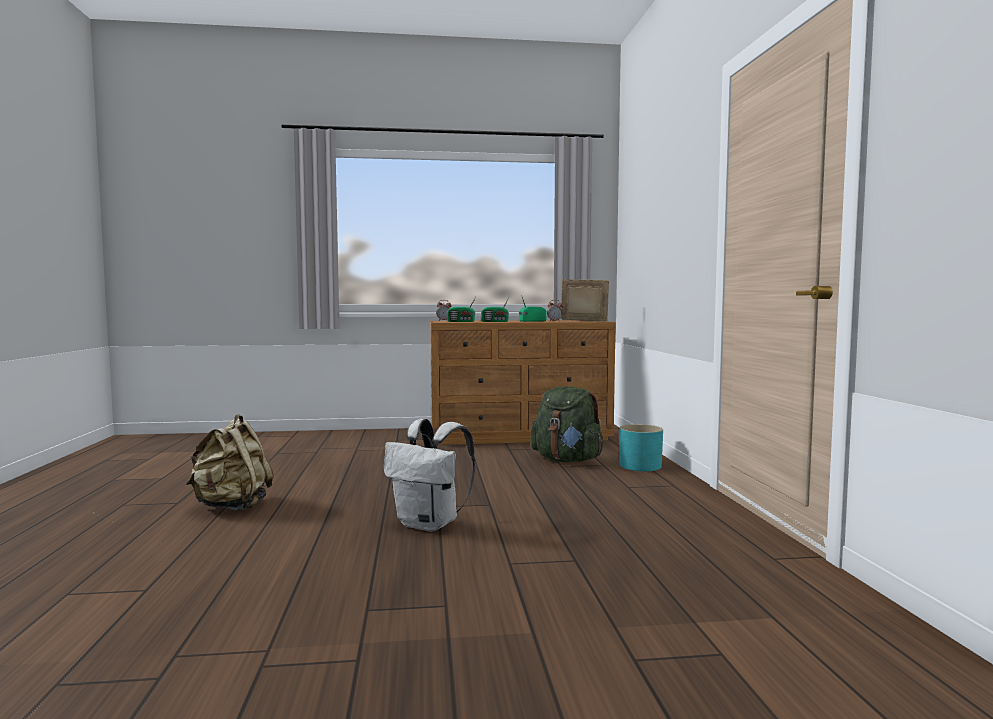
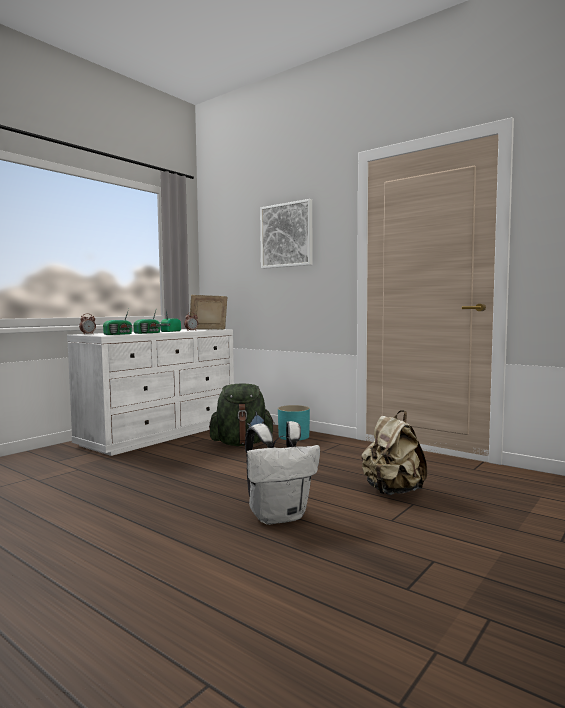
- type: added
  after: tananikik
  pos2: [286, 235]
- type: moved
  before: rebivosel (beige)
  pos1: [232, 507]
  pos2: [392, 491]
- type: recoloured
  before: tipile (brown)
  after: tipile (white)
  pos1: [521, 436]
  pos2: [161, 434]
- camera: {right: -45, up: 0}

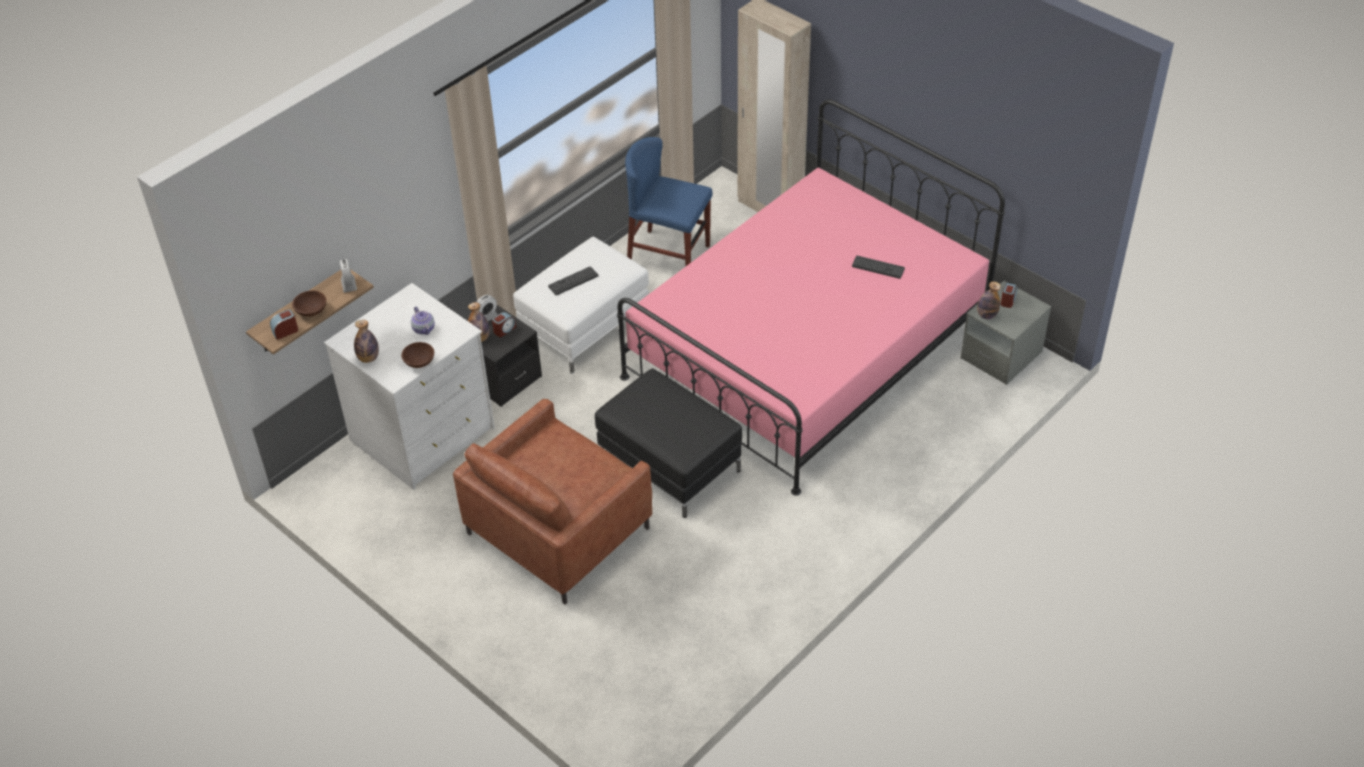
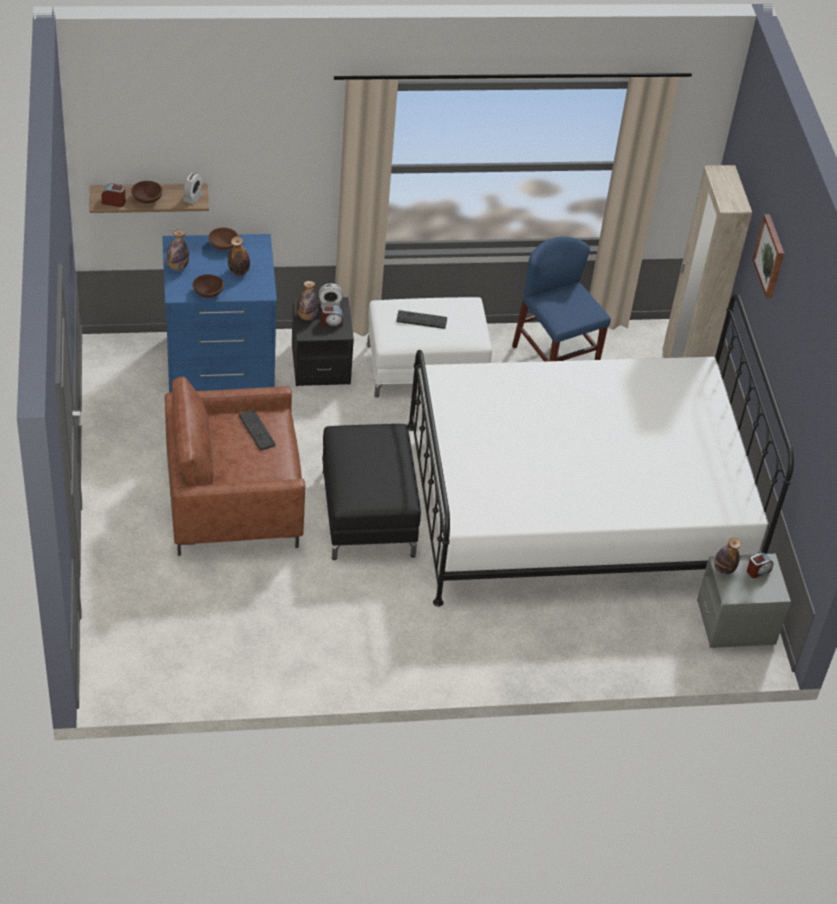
- type: added
  after: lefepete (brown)
  pos2: [223, 245]
- type: added
  after: tananikik
  pos2: [770, 256]
- type: moved
  before: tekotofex
  pos1: [878, 267]
  pos2: [257, 430]
- type: replaced
  before: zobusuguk
  after: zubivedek
  pos1: [424, 328]
  pos2: [239, 271]
- type: recoloured
  before: tipile (white)
  after: tipile (blue)
  pos1: [423, 435]
  pos2: [219, 368]
- type: recoloured
  before: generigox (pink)
  after: generigox (white)
  pos1: [806, 350]
  pos2: [576, 505]
- camera: {right: 35, up: 0}

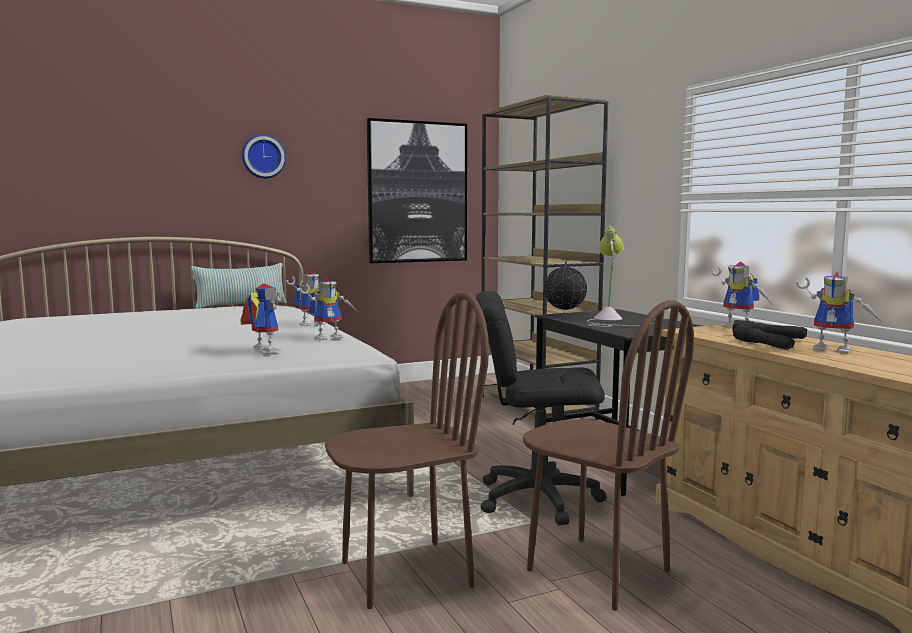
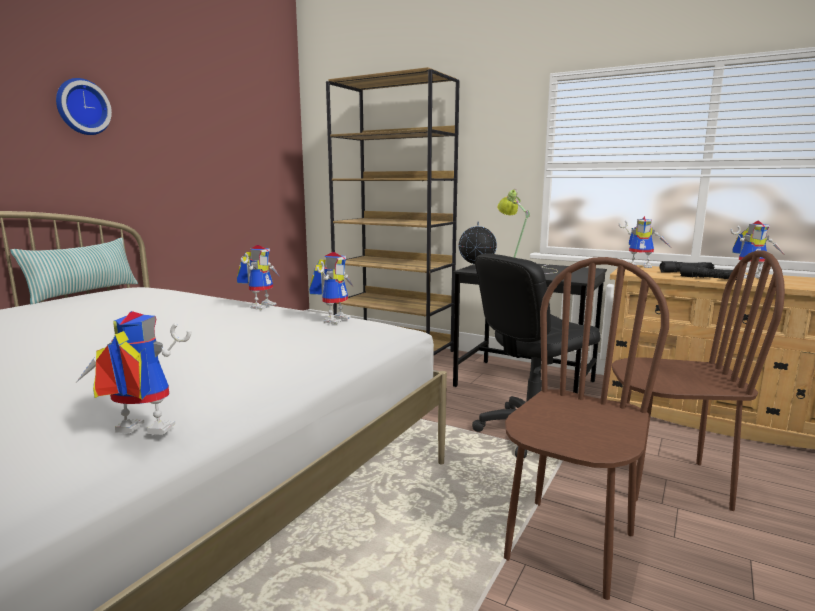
- type: removed
  before: tananikik
  pos1: [417, 192]
- type: moved
  before: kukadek
  pos1: [261, 350]
  pos2: [136, 433]
- camera: {right: -35, up: 5}

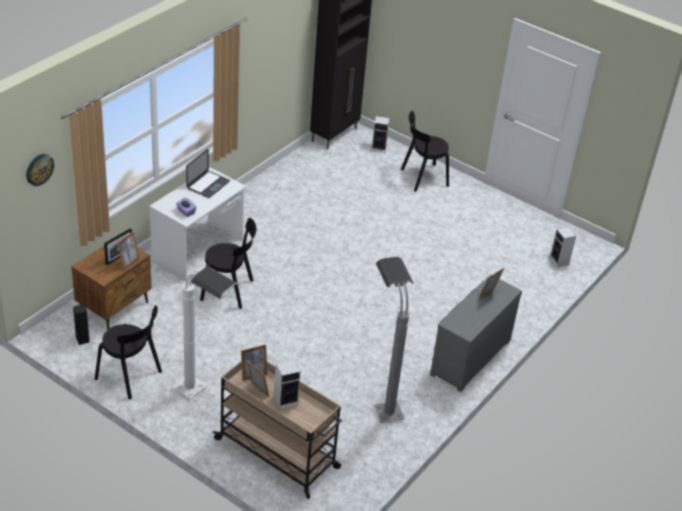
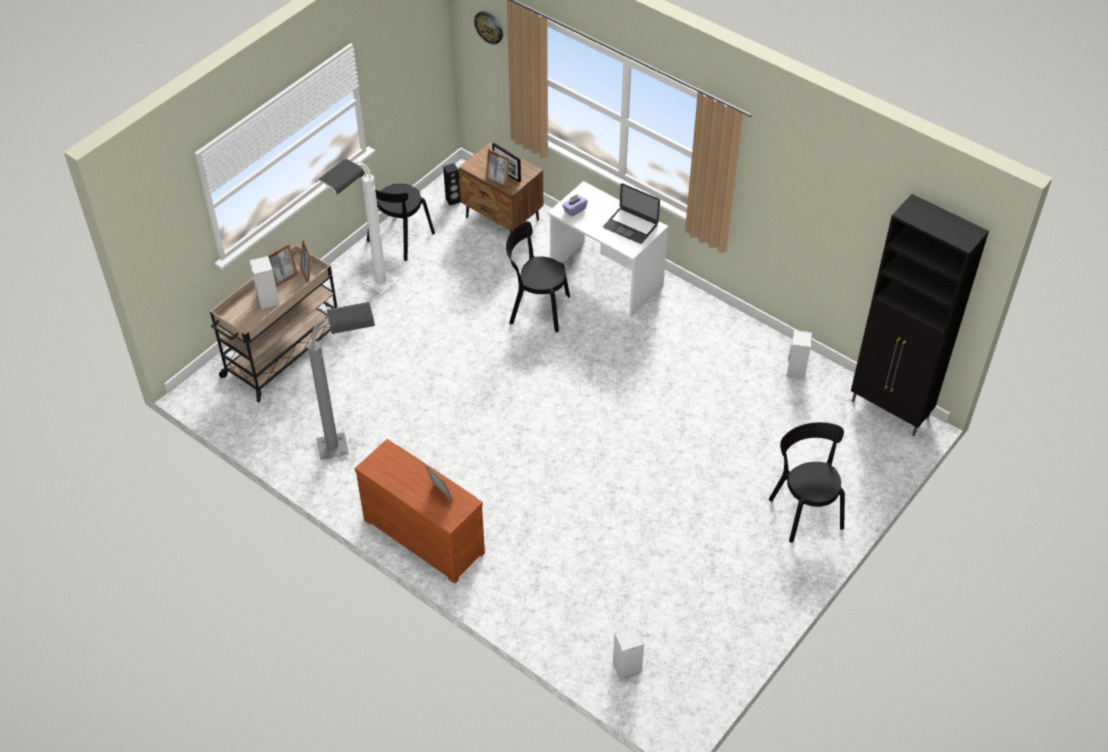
- type: moved
  before: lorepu
  pos1: [379, 148]
  pos2: [796, 371]
- type: recoloured
  before: tipile (grey)
  after: tipile (brown)
  pos1: [468, 356]
  pos2: [426, 534]
- type: turned
  before: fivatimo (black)
  pos1: [230, 291]
  pos2: [536, 308]
  turn: 90
- camera: {right: 95, up: 10}

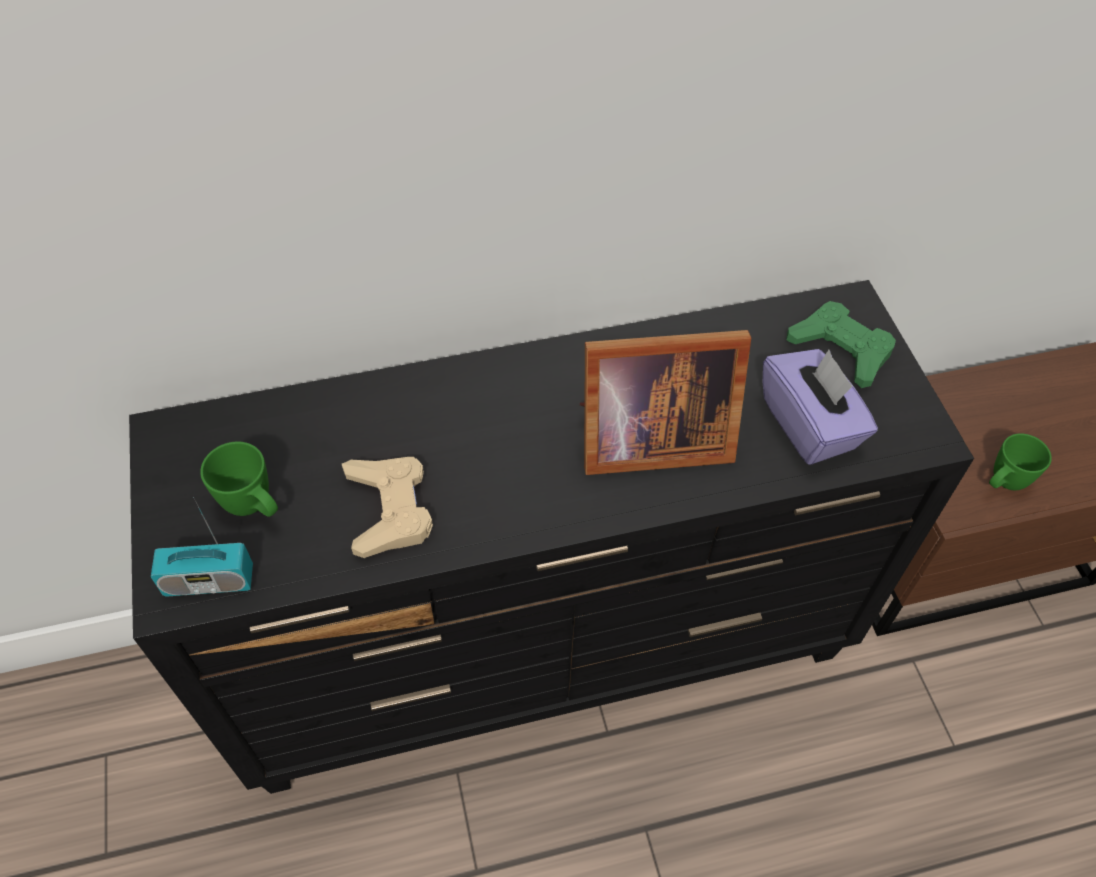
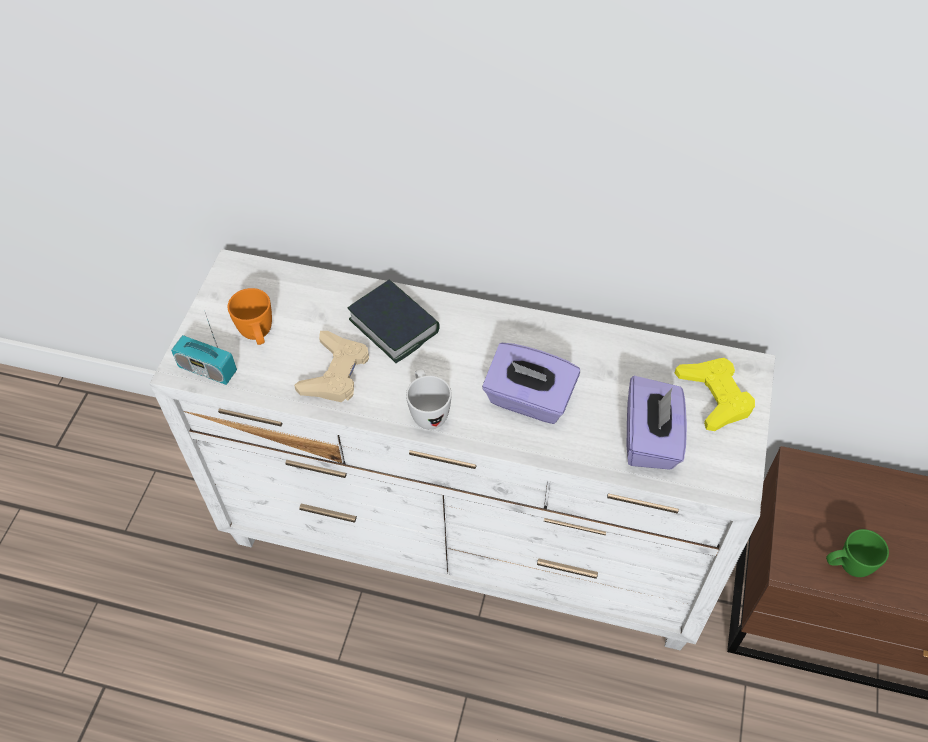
- type: added
  after: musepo
  pos2: [394, 325]
- type: added
  after: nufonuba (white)
  pos2: [428, 411]
- type: replaced
  before: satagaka
  after: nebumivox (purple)
  pos1: [647, 439]
  pos2: [529, 400]
- type: recoloured
  before: tipile (black)
  after: tipile (white)
  pos1: [546, 651]
  pos2: [468, 540]
- type: recoloured
  before: nufonuba (green)
  after: nufonuba (orange)
  pos1: [254, 507]
  pos2: [258, 336]
- type: recoloured
  before: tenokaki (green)
  after: tenokaki (yellow)
  pos1: [841, 349]
  pos2: [714, 397]
- camera: {right: 30, up: 0}

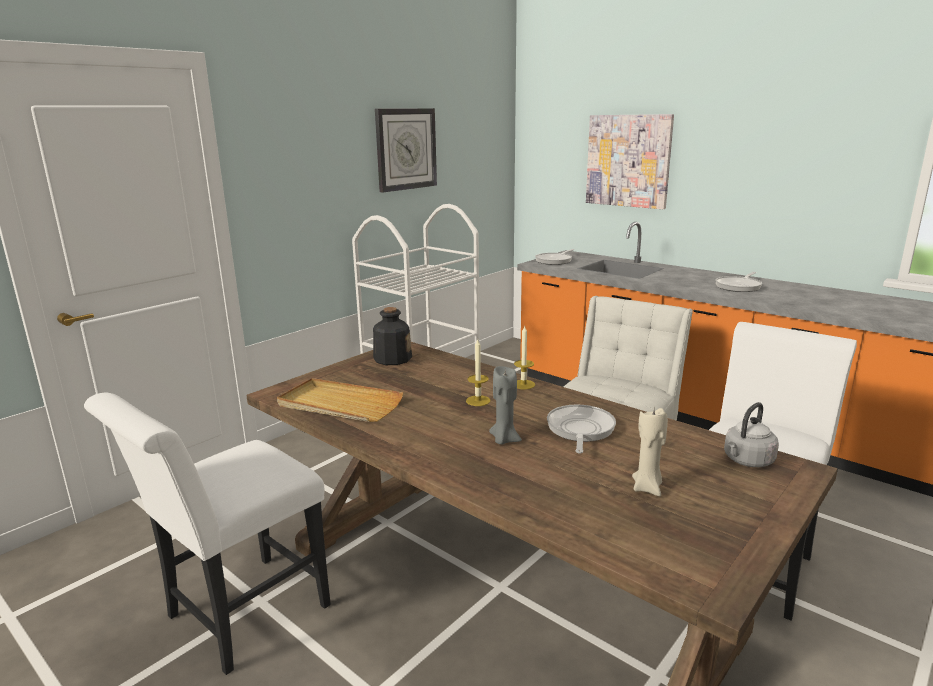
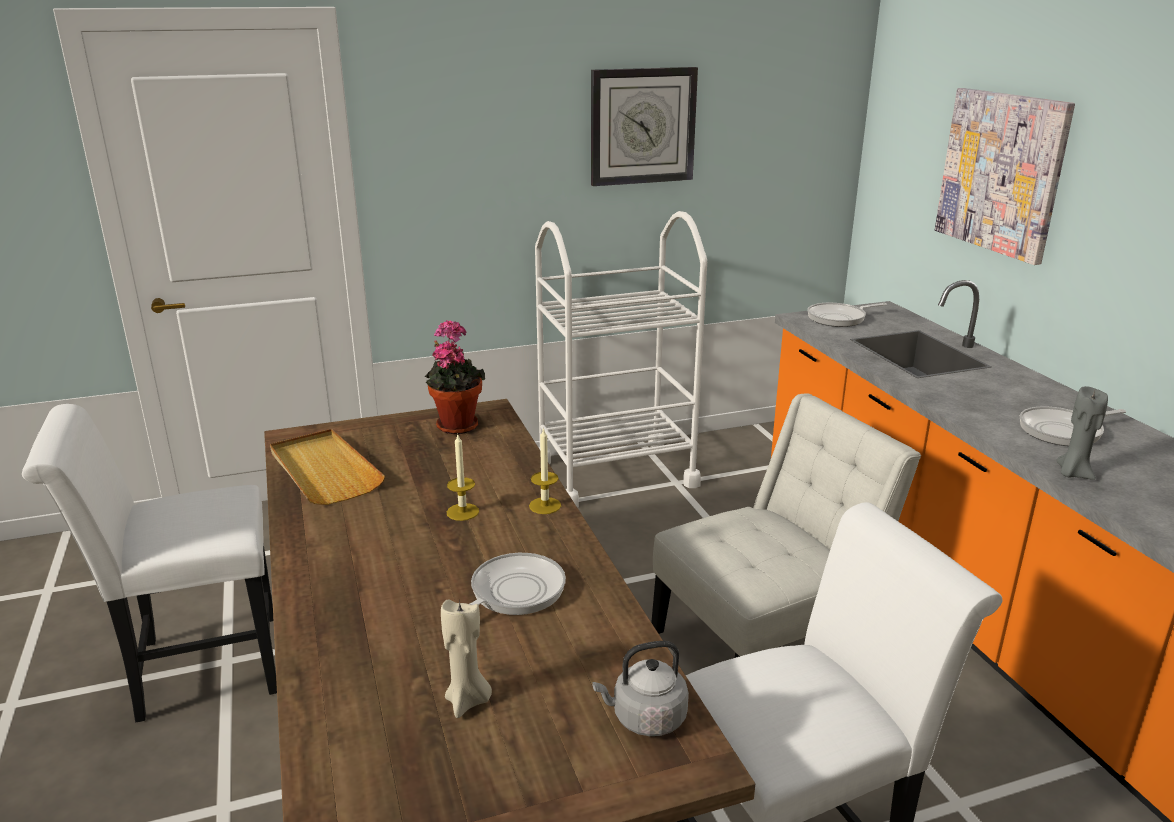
- type: moved
  before: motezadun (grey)
  pos1: [504, 440]
  pos2: [1072, 473]
- type: replaced
  before: zubivedek
  after: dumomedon
  pos1: [392, 359]
  pos2: [456, 424]
- camera: {right: 30, up: 5}

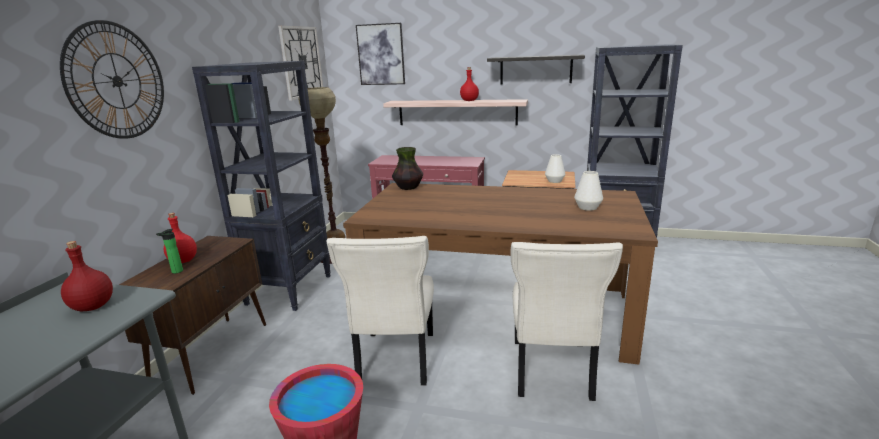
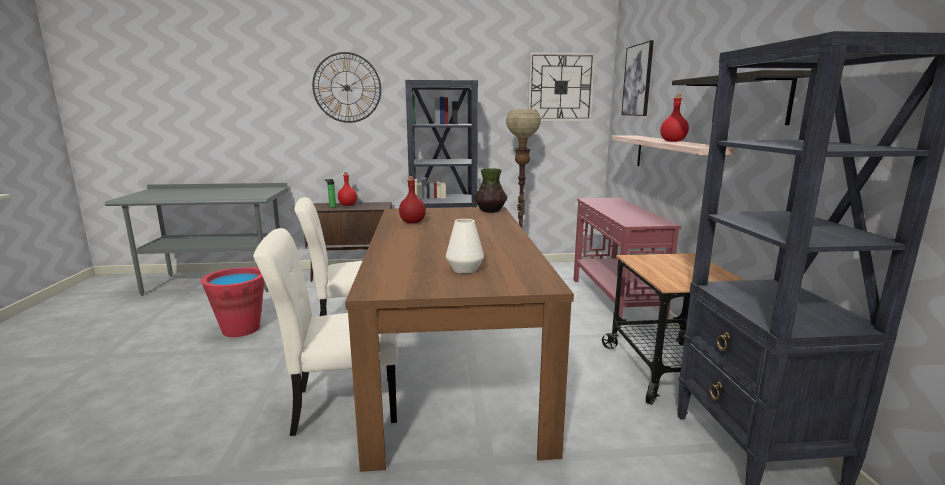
- type: removed
  before: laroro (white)
  pos1: [554, 181]
- type: moved
  before: zubivedek (red)
  pos1: [92, 307]
  pos2: [412, 222]
- camera: {right: 70, up: -5}

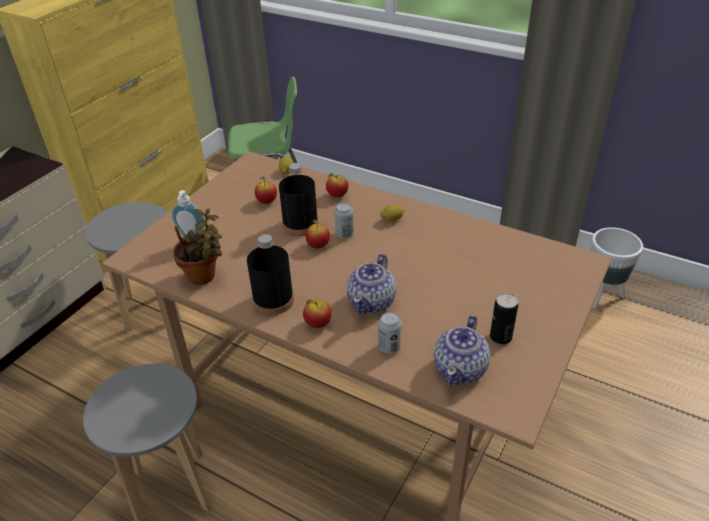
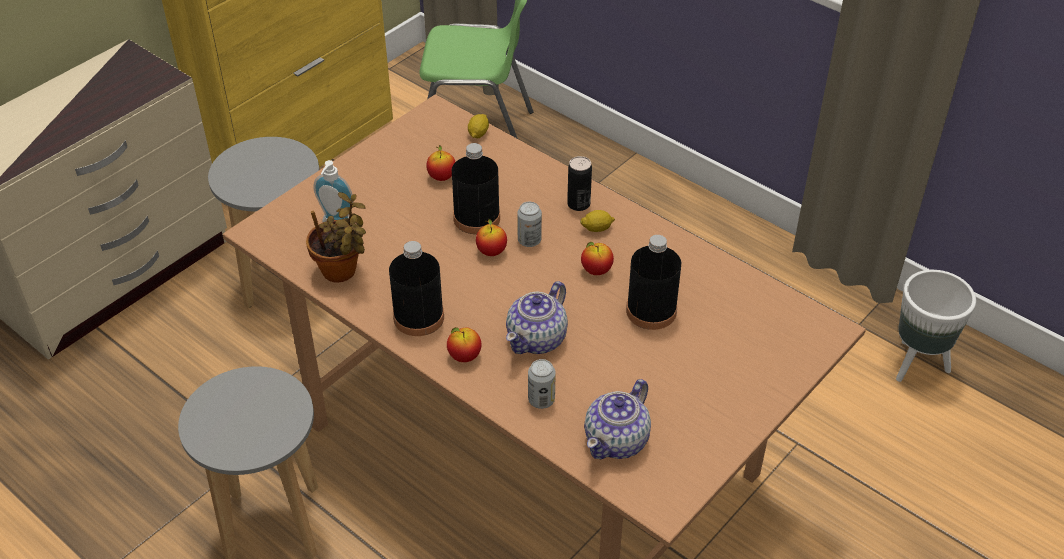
- type: added
  after: zubivedek (black)
  pos2: [651, 311]
- type: moved
  before: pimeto
  pos1: [337, 195]
  pos2: [596, 271]
- type: moved
  before: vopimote
  pos1: [500, 337]
  pos2: [578, 204]
- camera: {right: 10, up: 5}

